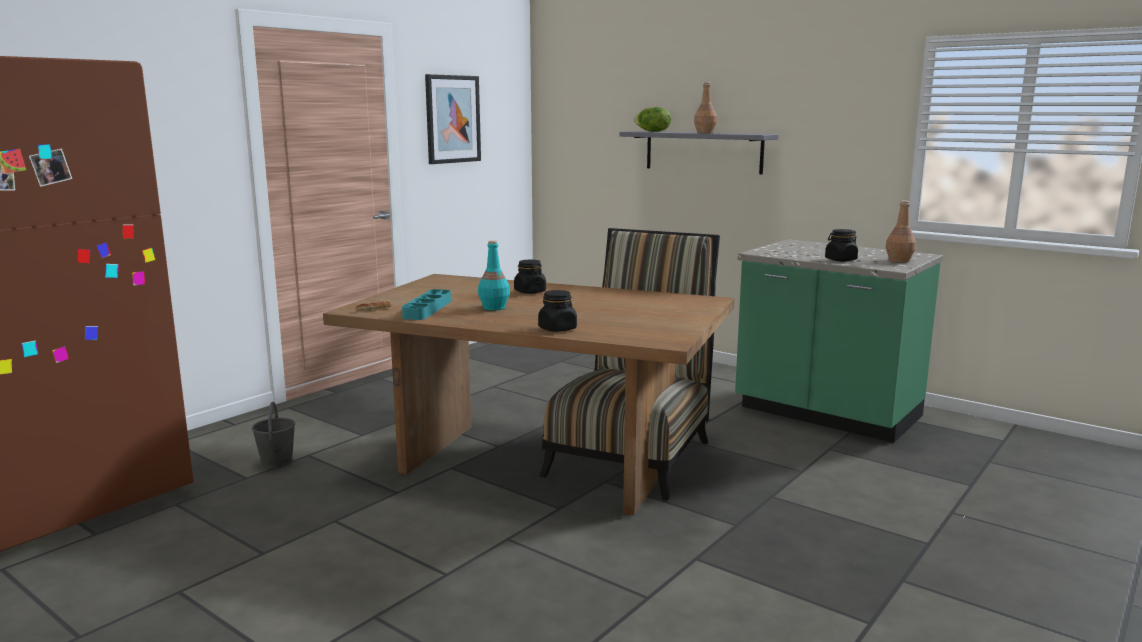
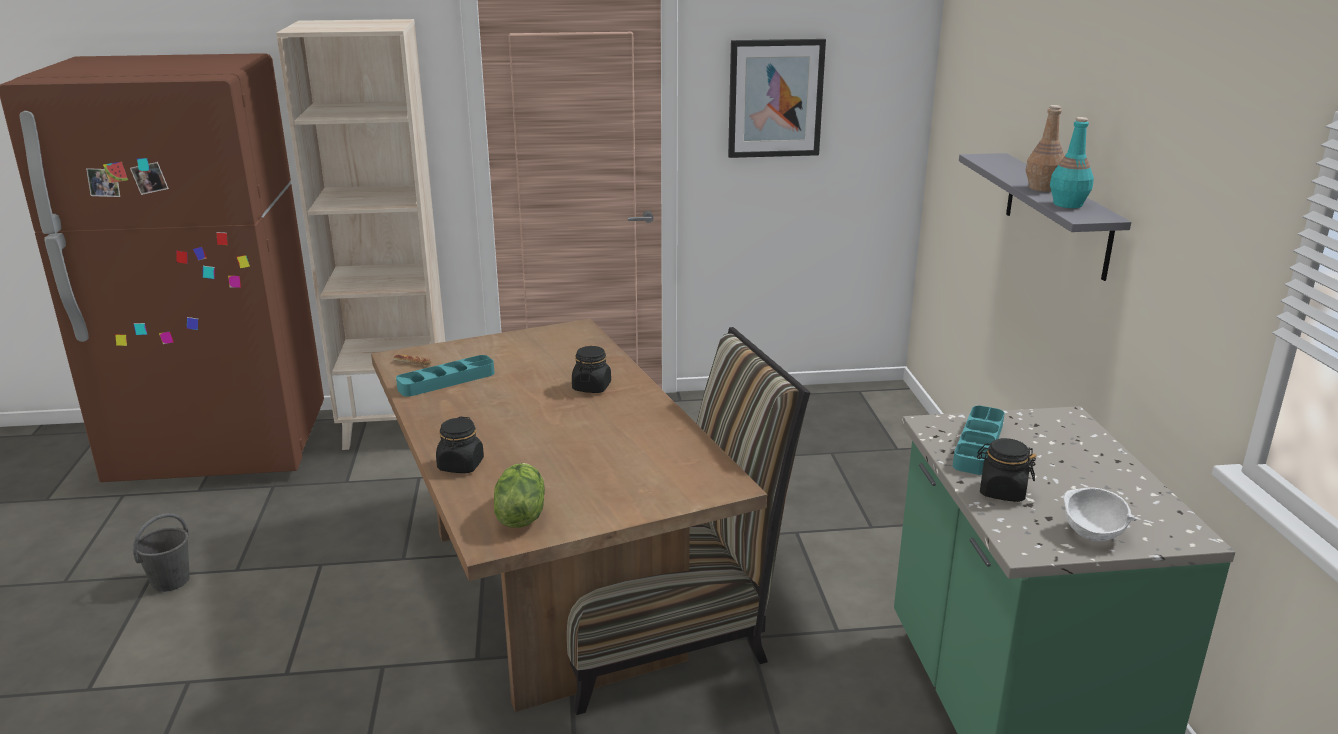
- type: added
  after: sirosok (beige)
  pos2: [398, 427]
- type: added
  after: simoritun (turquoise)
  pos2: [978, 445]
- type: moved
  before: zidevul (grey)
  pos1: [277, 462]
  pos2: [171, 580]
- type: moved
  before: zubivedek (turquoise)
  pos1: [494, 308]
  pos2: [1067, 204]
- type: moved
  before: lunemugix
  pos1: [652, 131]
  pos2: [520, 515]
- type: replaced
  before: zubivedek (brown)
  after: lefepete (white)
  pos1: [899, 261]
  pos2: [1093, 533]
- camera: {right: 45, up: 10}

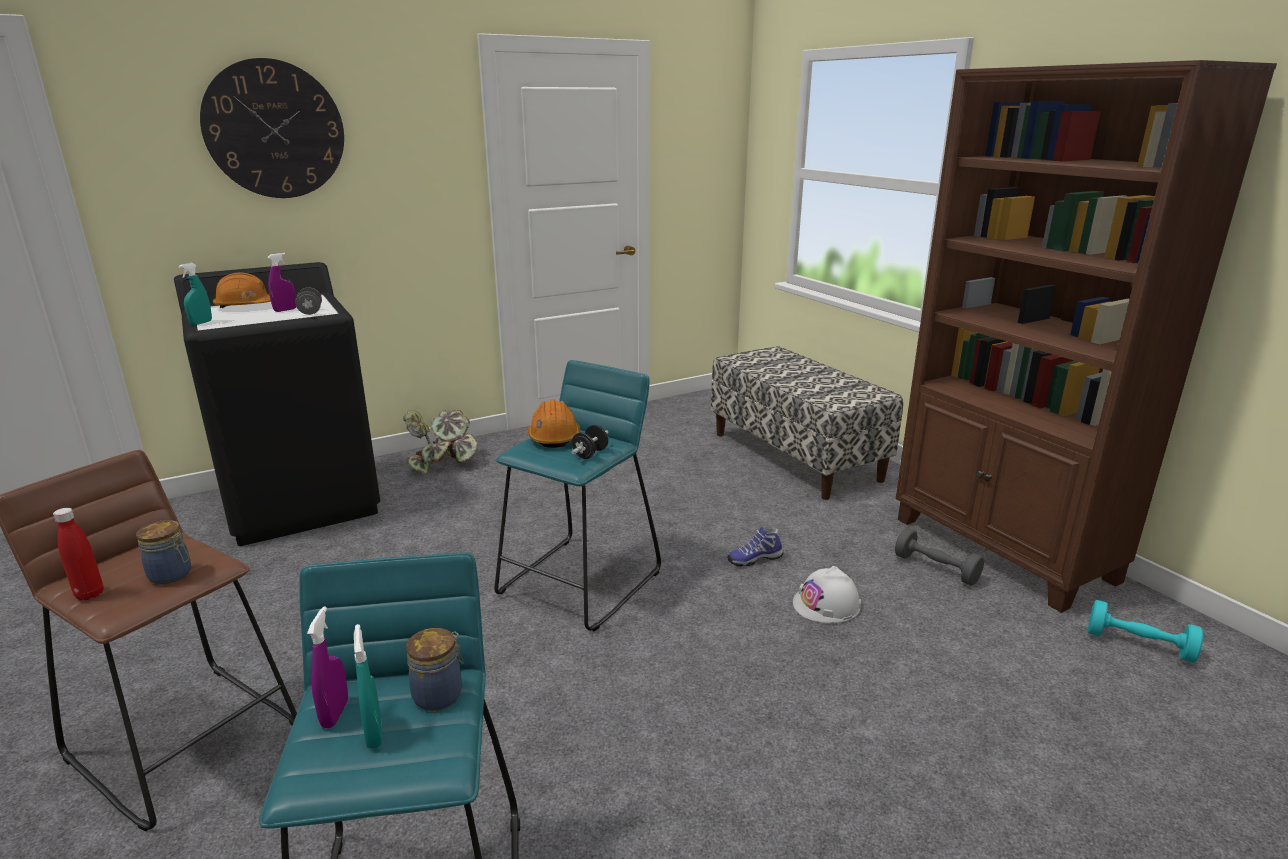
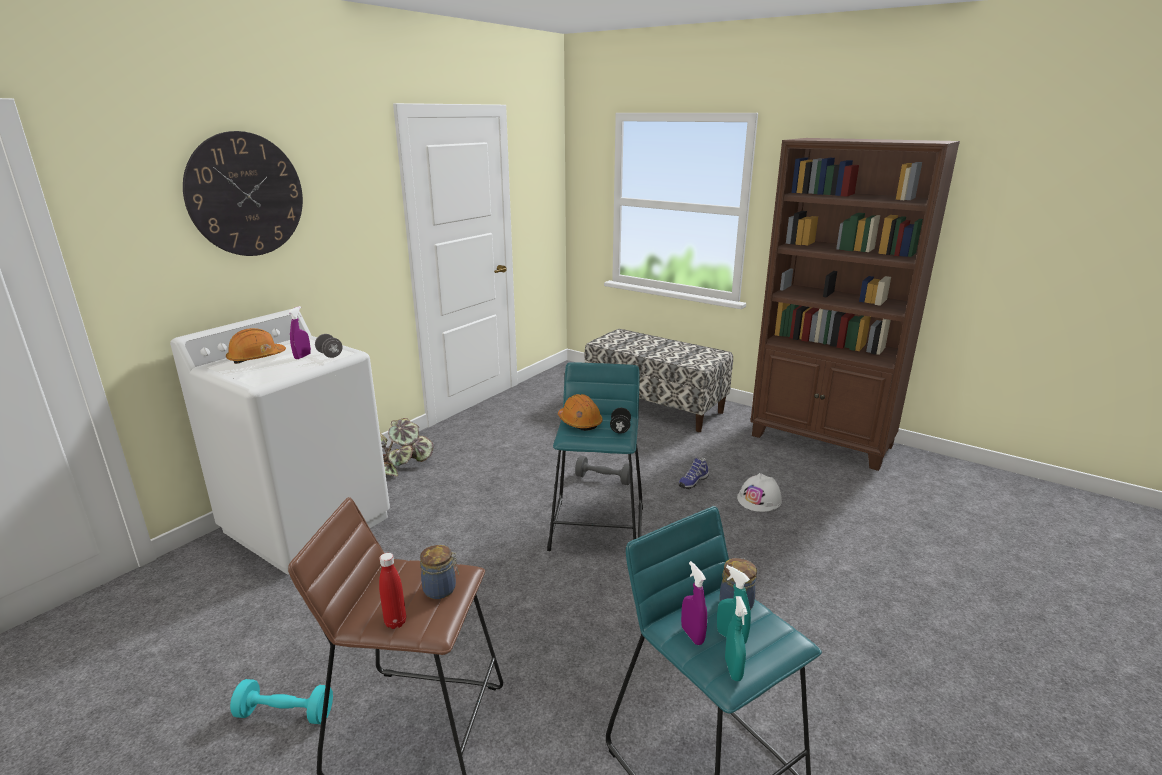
- type: moved
  before: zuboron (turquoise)
  pos1: [201, 323]
  pos2: [733, 670]
- type: moved
  before: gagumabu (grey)
  pos1: [936, 569]
  pos2: [603, 479]
- type: moved
  before: gagumabu (turquoise)
  pos1: [1138, 645]
  pos2: [285, 714]
- type: recoloured
  before: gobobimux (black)
  after: gobobimux (white)
  pos1: [302, 501]
  pos2: [308, 523]
- camera: {right: -25, up: 0}

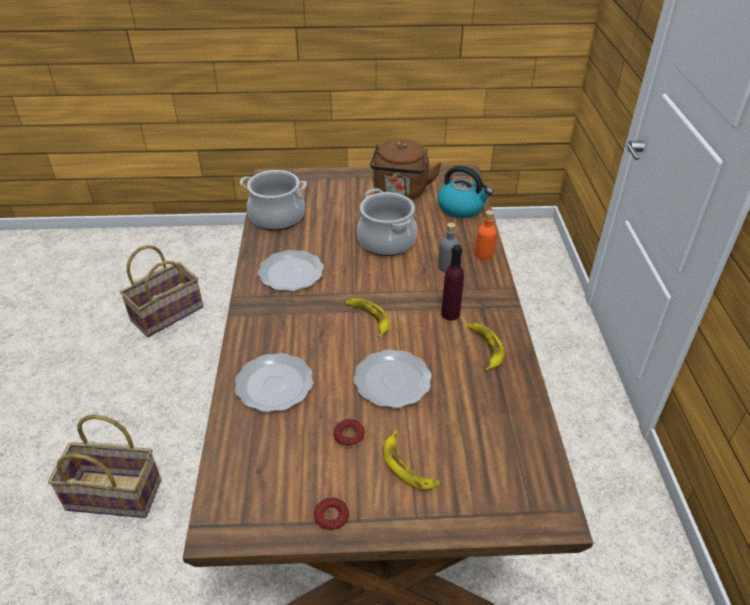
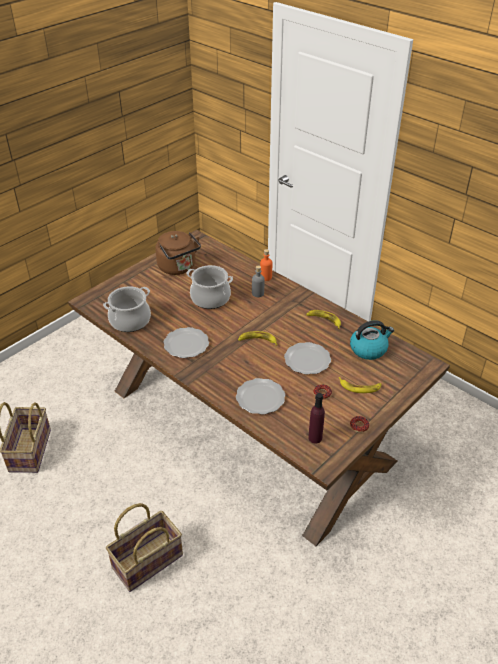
- type: moved
  before: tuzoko
  pos1: [461, 207]
  pos2: [369, 349]
- type: moved
  before: zubivedek (purple)
  pos1: [450, 314]
  pos2: [315, 438]
- camera: {right: -45, up: 0}

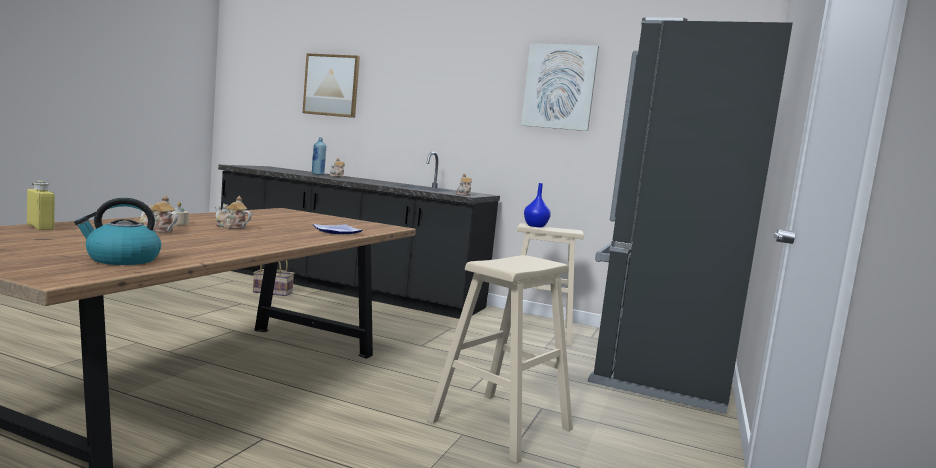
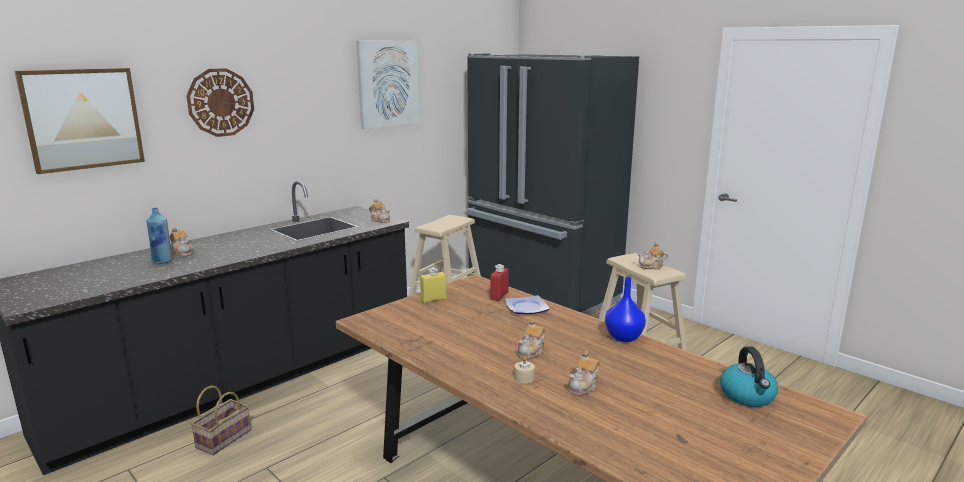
- type: added
  after: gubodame
  pos2: [221, 102]
- type: added
  after: zubivedek (red)
  pos2: [499, 296]
- type: added
  after: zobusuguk
  pos2: [652, 267]
- type: moved
  before: zubivedek (yellow)
  pos1: [40, 227]
  pos2: [433, 300]
- type: moved
  before: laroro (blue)
  pos1: [536, 226]
  pos2: [623, 337]
- camera: {right: -65, up: 10}

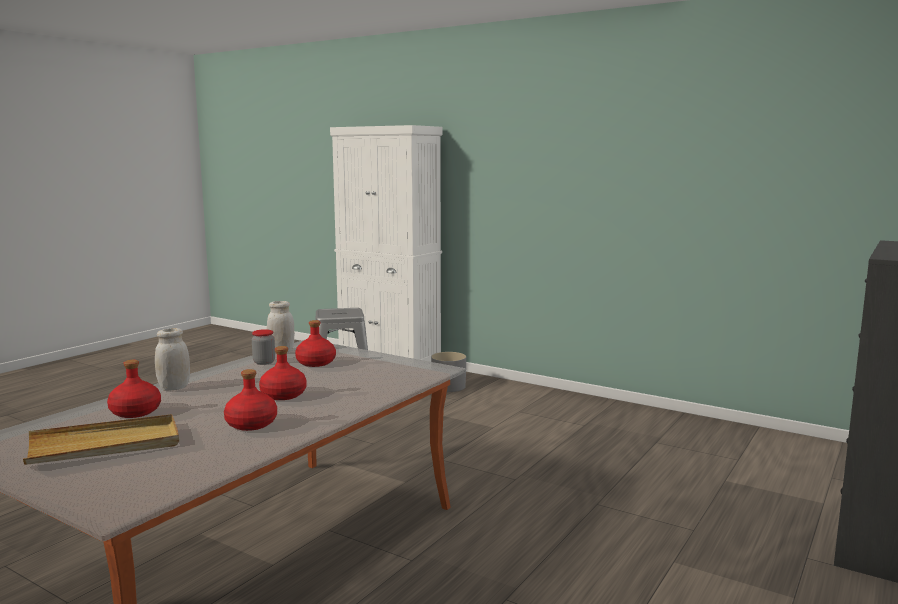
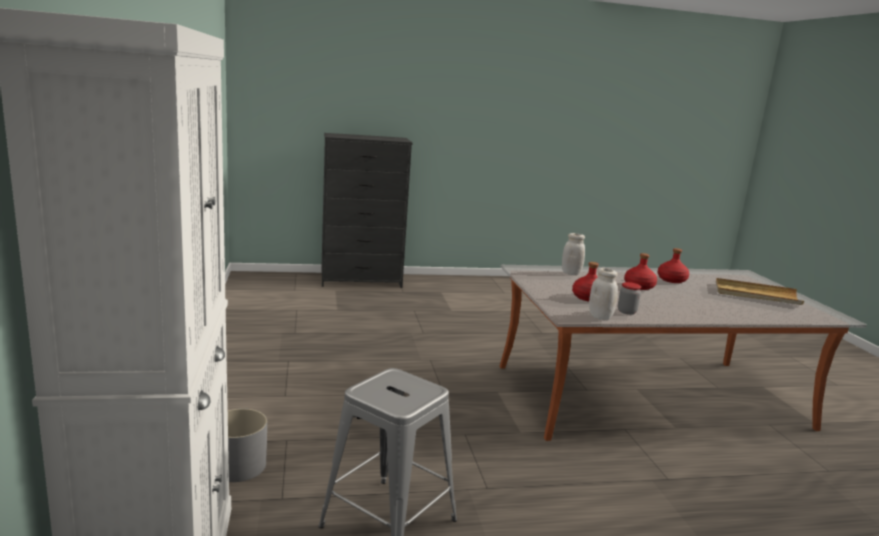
- type: removed
  before: zubivedek (red)
  pos1: [135, 412]
- type: moved
  before: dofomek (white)
  pos1: [174, 388]
  pos2: [571, 273]
- camera: {right: -135, up: 5}

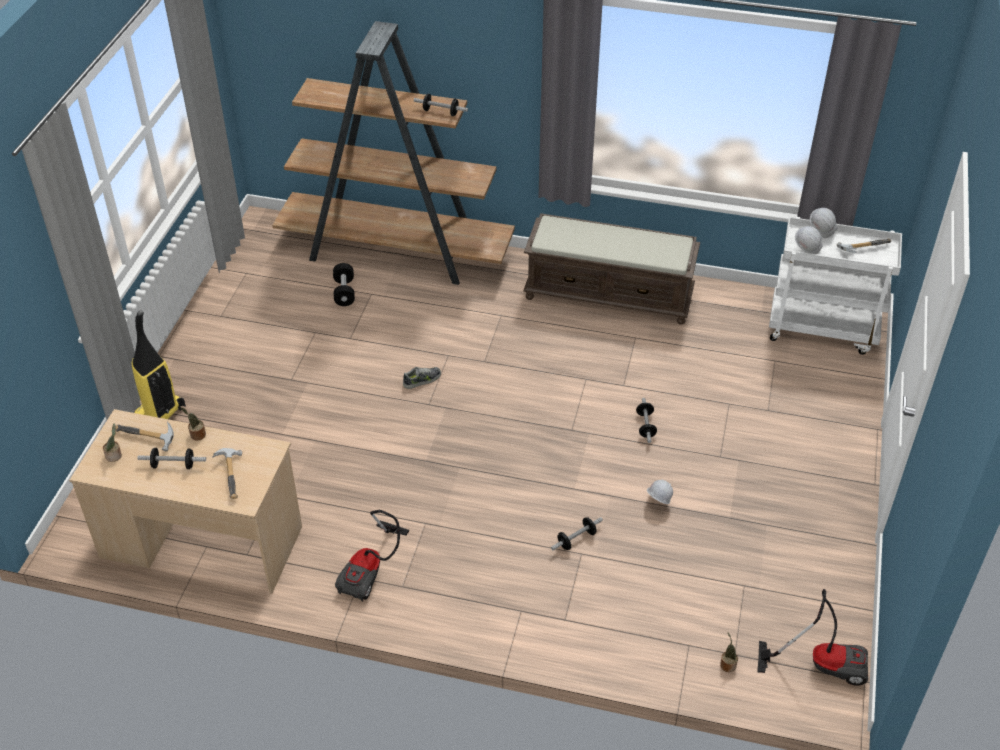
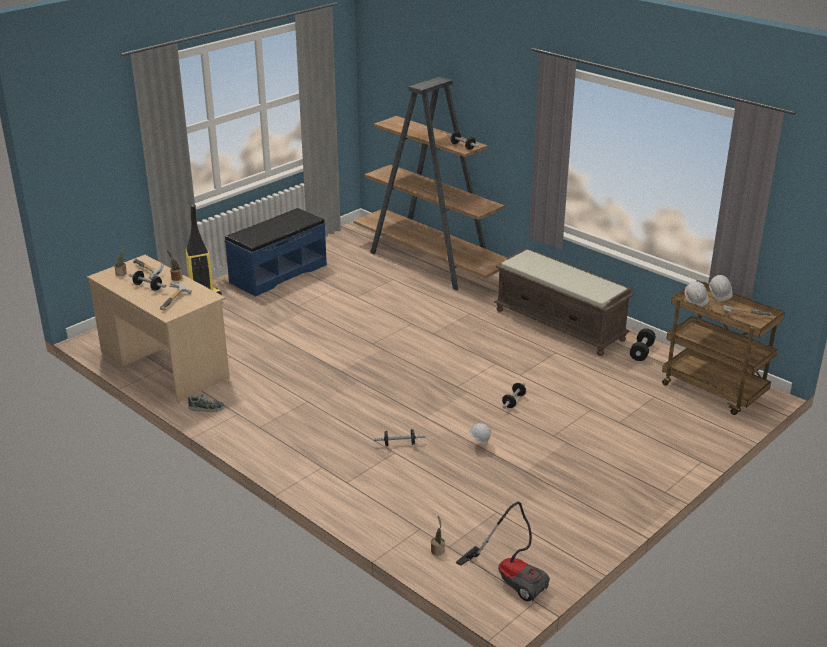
- type: removed
  before: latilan
  pos1: [372, 570]
- type: added
  after: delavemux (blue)
  pos2: [278, 273]
- type: moved
  before: gagumabu (black)
  pos1: [344, 292]
  pos2: [641, 352]
- type: moved
  before: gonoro
  pos1: [422, 380]
  pos2: [206, 408]
- type: recoloured
  before: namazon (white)
  after: namazon (brown)
  pos1: [823, 329]
  pos2: [714, 391]
- camera: {right: 30, up: -15}

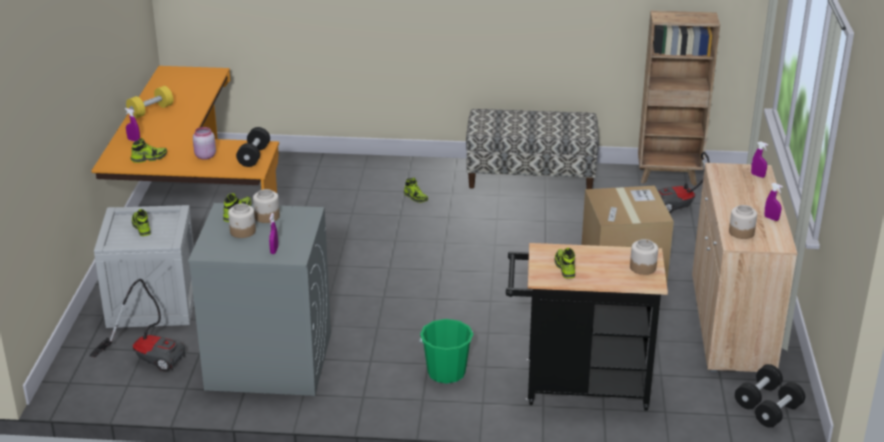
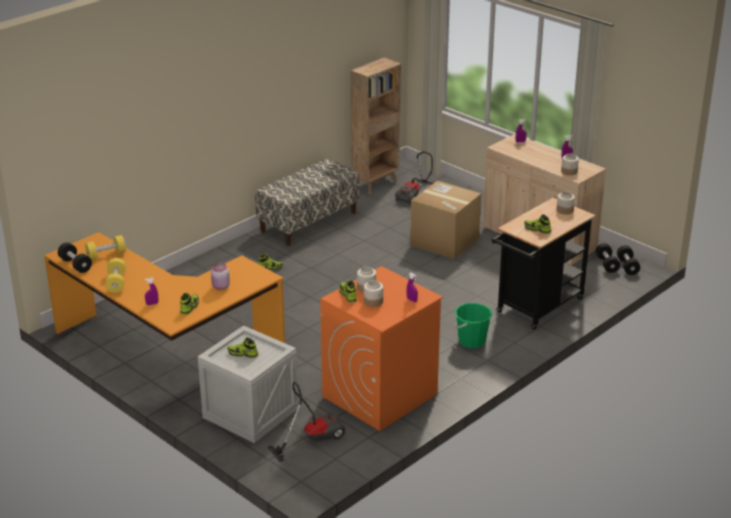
- type: added
  after: gagumabu (yellow)
  pos2: [106, 255]
- type: moved
  before: gagumabu (black)
  pos1: [254, 156]
  pos2: [75, 265]
- type: recoloured
  before: gobobimux (grey)
  after: gobobimux (orange)
  pos1: [268, 361]
  pos2: [379, 395]
- camera: {right: -50, up: 0}

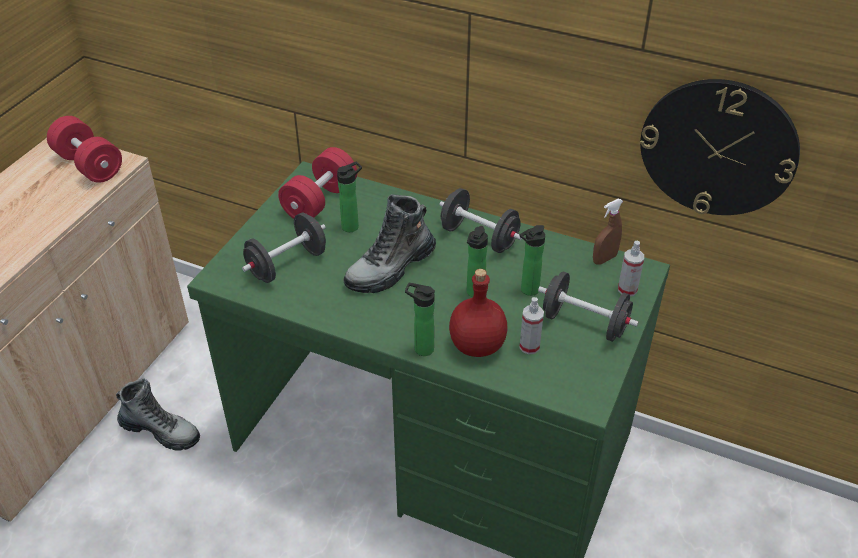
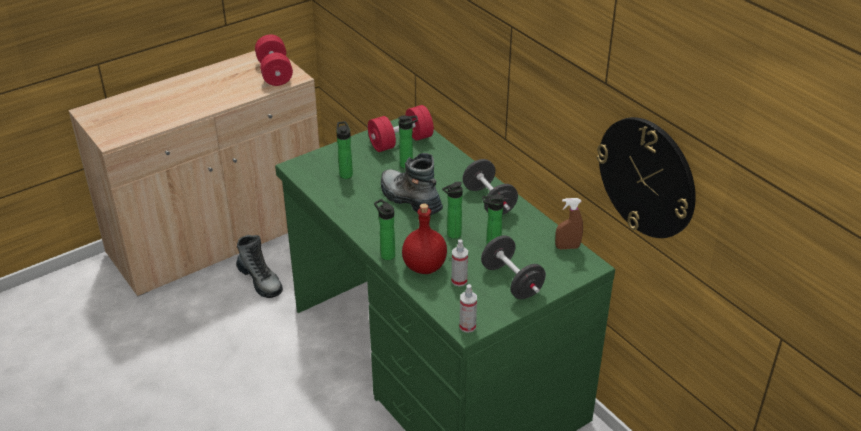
- type: moved
  before: zuboron
  pos1: [627, 289]
  pos2: [467, 326]
- type: replaced
  before: gagumabu (black)
  after: zubivedek
  pos1: [287, 264]
  pos2: [345, 174]
- type: turned
  before: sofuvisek
  pos1: [390, 268]
  pos2: [410, 200]
  turn: 60
- camera: {right: 30, up: -5}

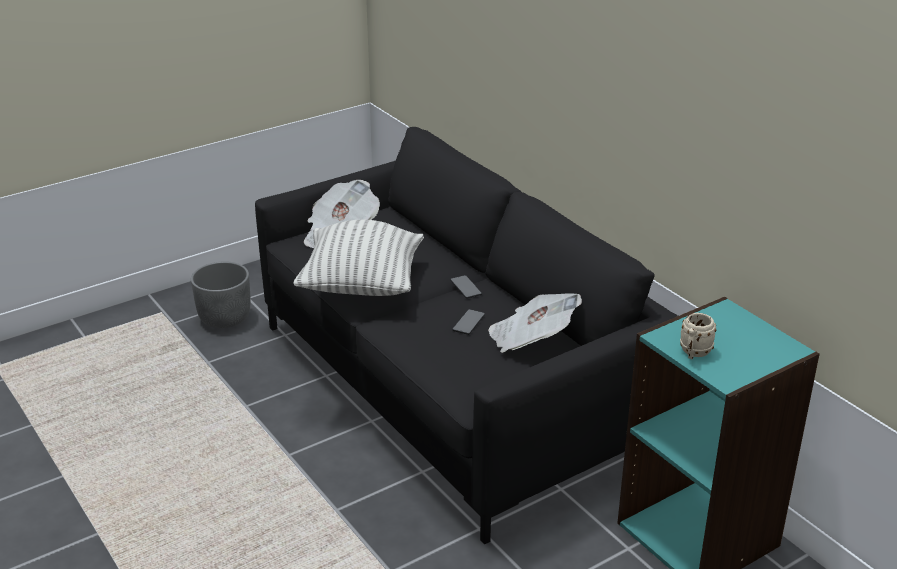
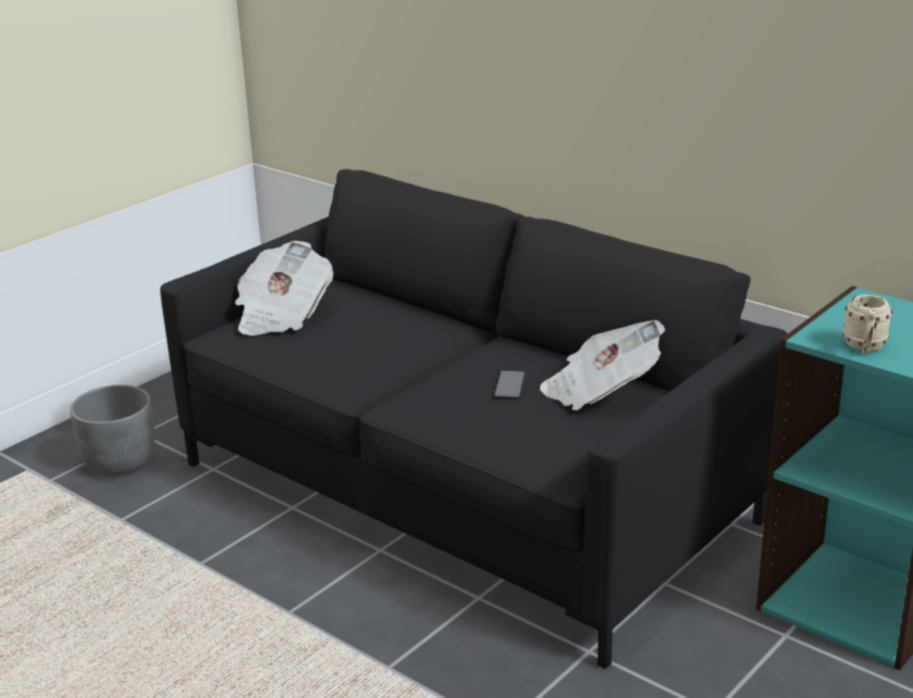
- type: removed
  before: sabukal
  pos1: [361, 286]
- type: removed
  before: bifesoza
  pos1: [466, 287]
- camera: {right: -15, up: -5}

